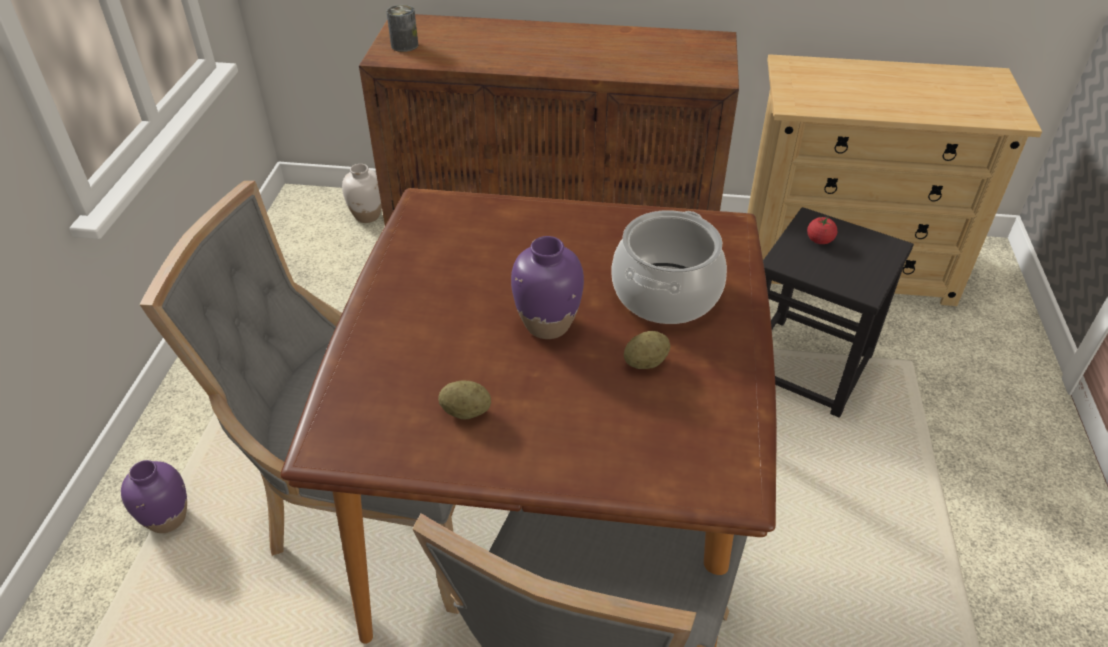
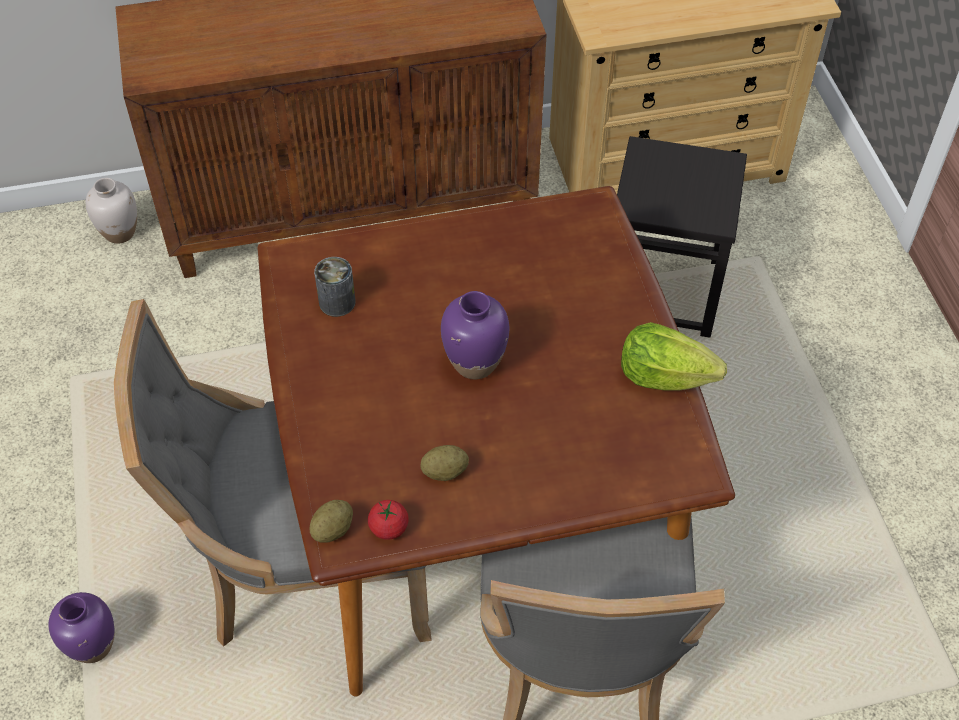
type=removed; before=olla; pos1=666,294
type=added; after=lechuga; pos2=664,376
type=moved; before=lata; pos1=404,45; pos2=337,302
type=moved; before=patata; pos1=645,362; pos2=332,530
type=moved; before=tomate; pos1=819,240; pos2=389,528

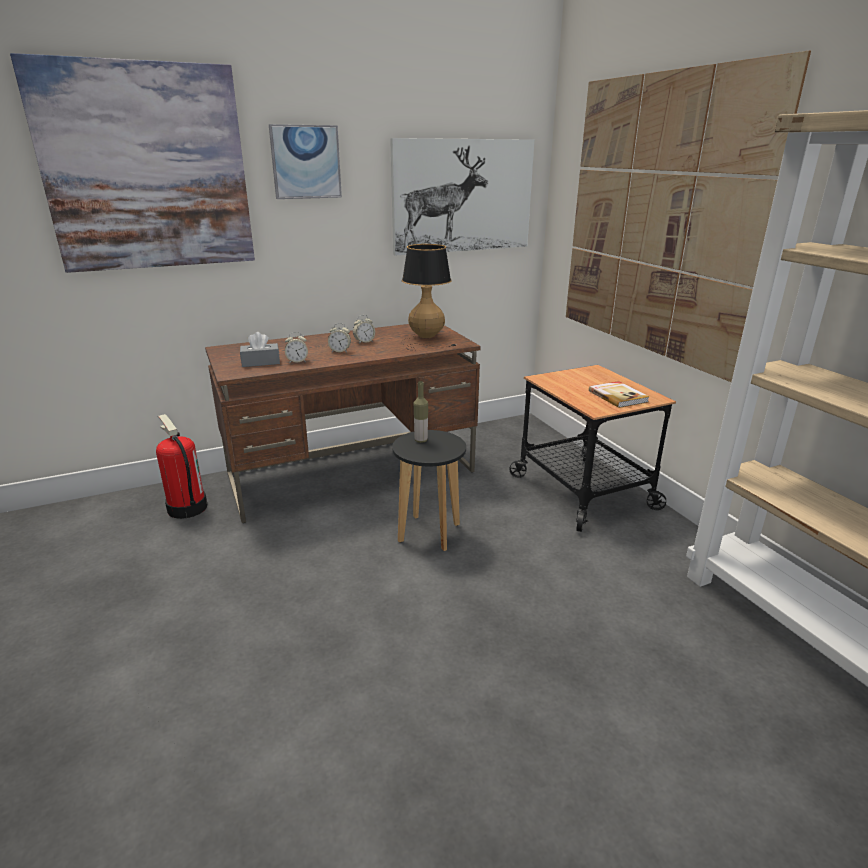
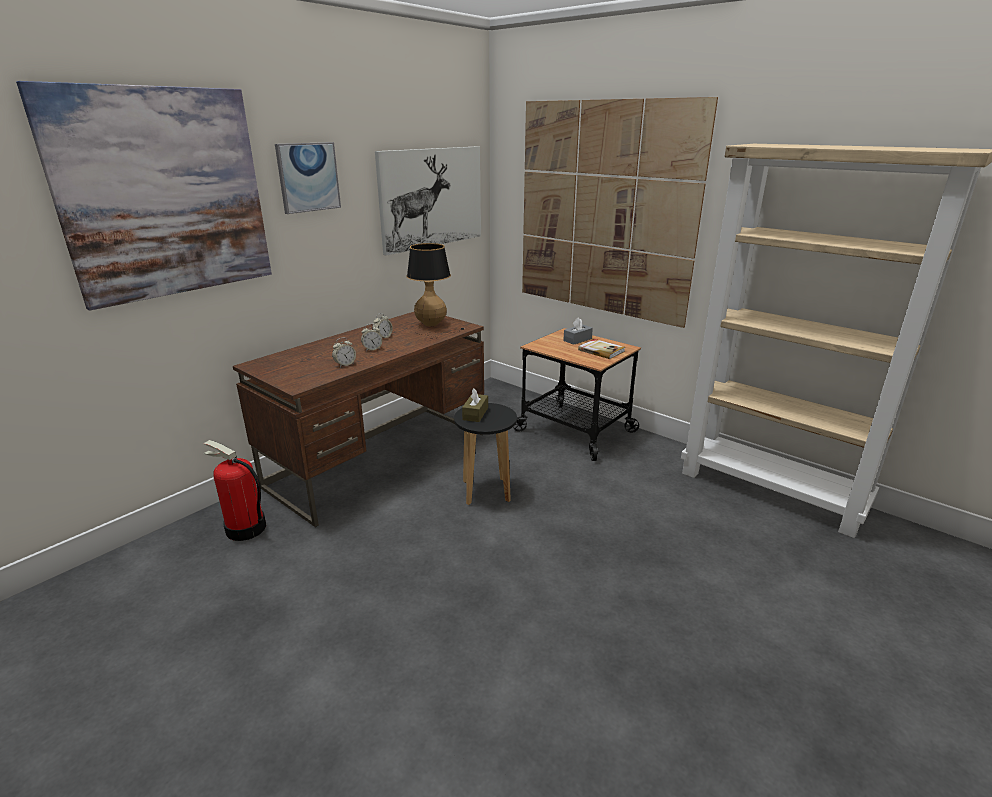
type=moved; before=caja de pañuelos (gris); pos1=261,362; pos2=577,339
type=replaced; before=botella; after=caja de pañuelos (marrón); pos1=421,440; pos2=475,414

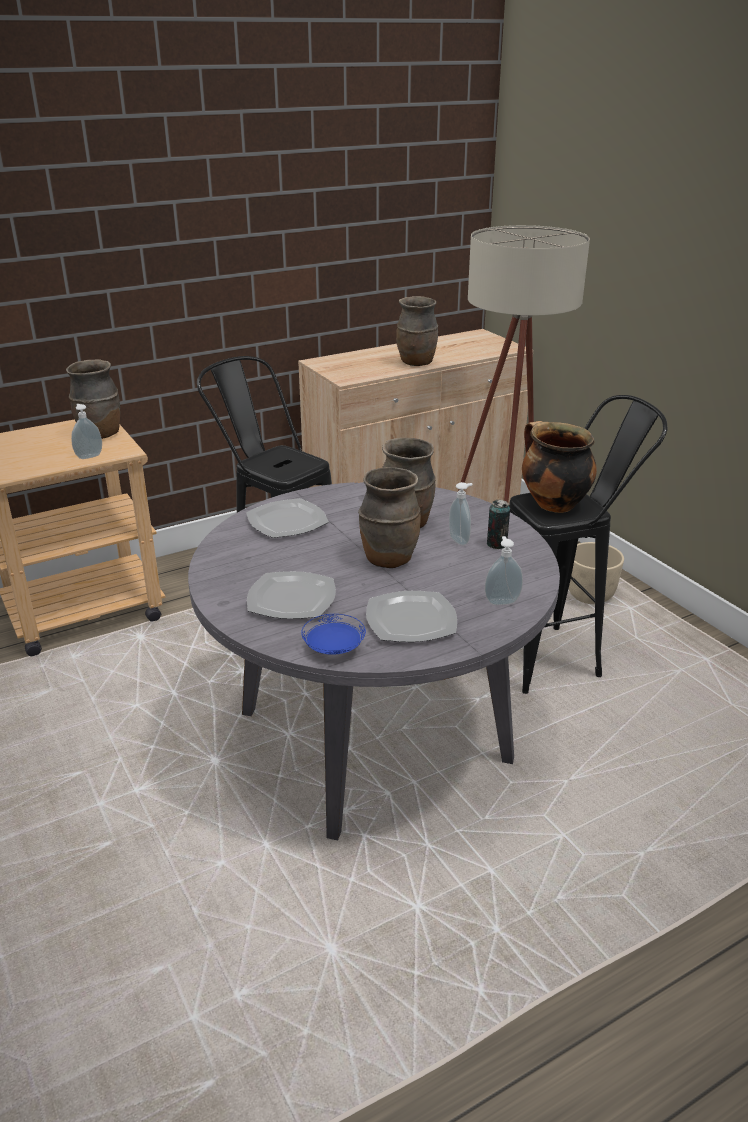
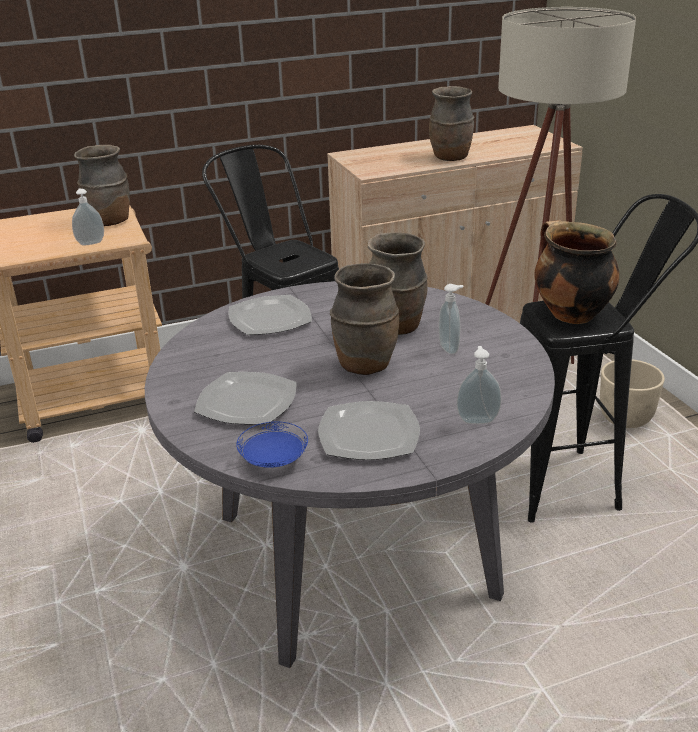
type=removed; before=lata; pos1=496,544

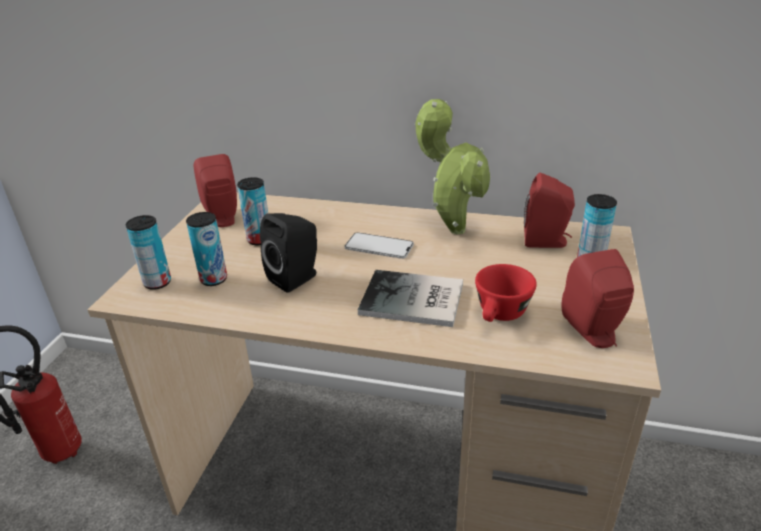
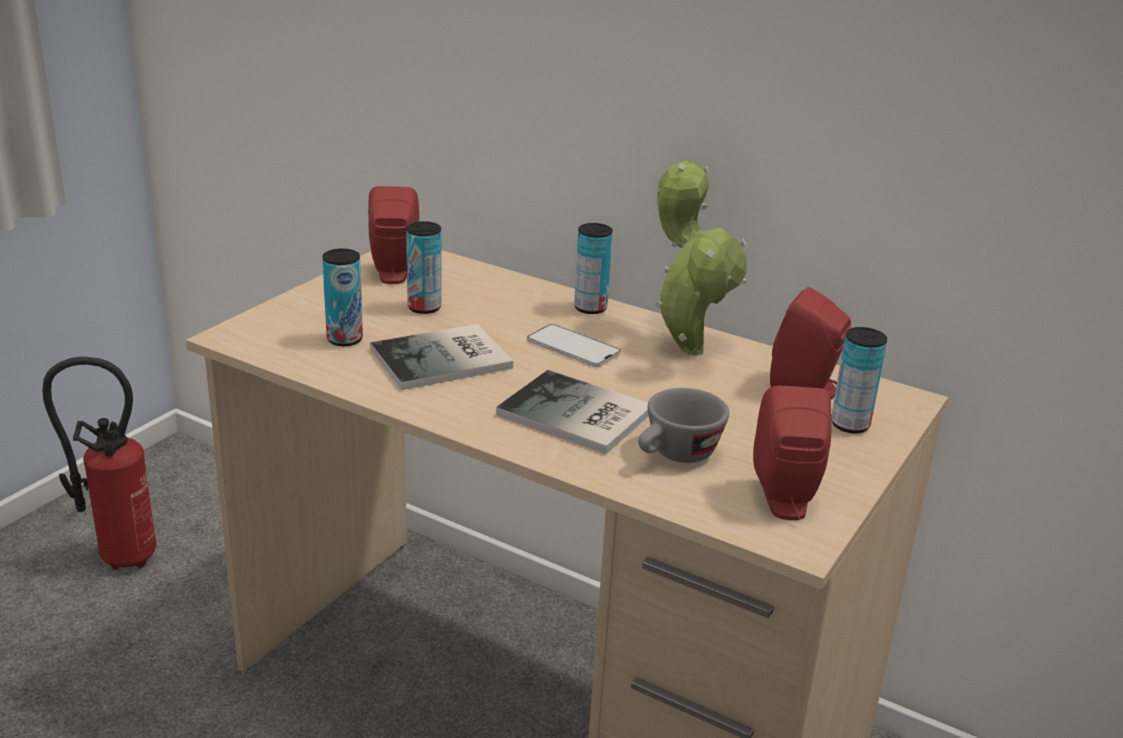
type=moved; before=lata; pos1=157,282; pos2=590,308
type=replaced; before=altavoz (negro); after=libro; pos1=297,278; pos2=446,360
type=recoloured; before=taza (rojo); after=taza (gris); pos1=500,315; pos2=676,456

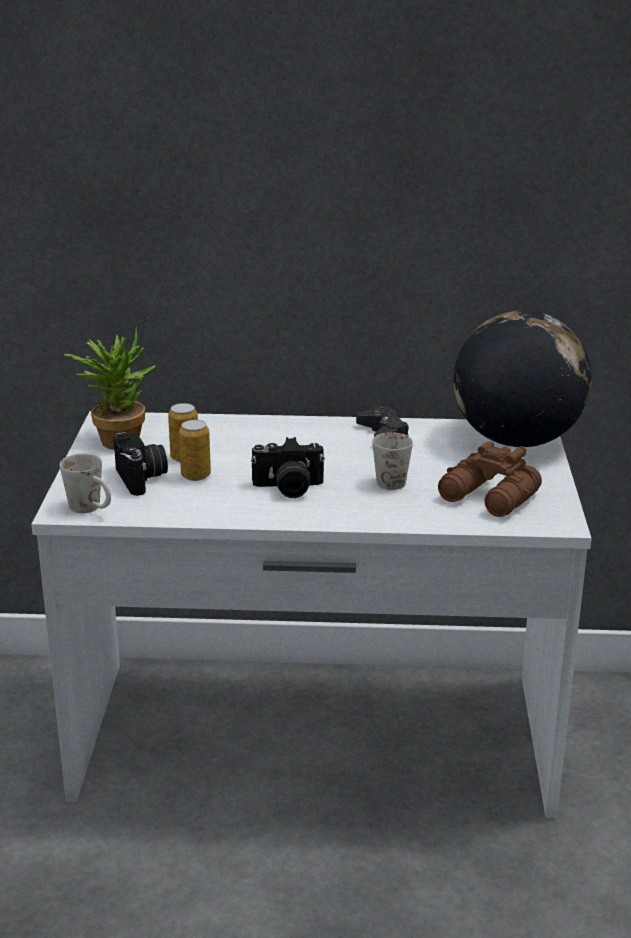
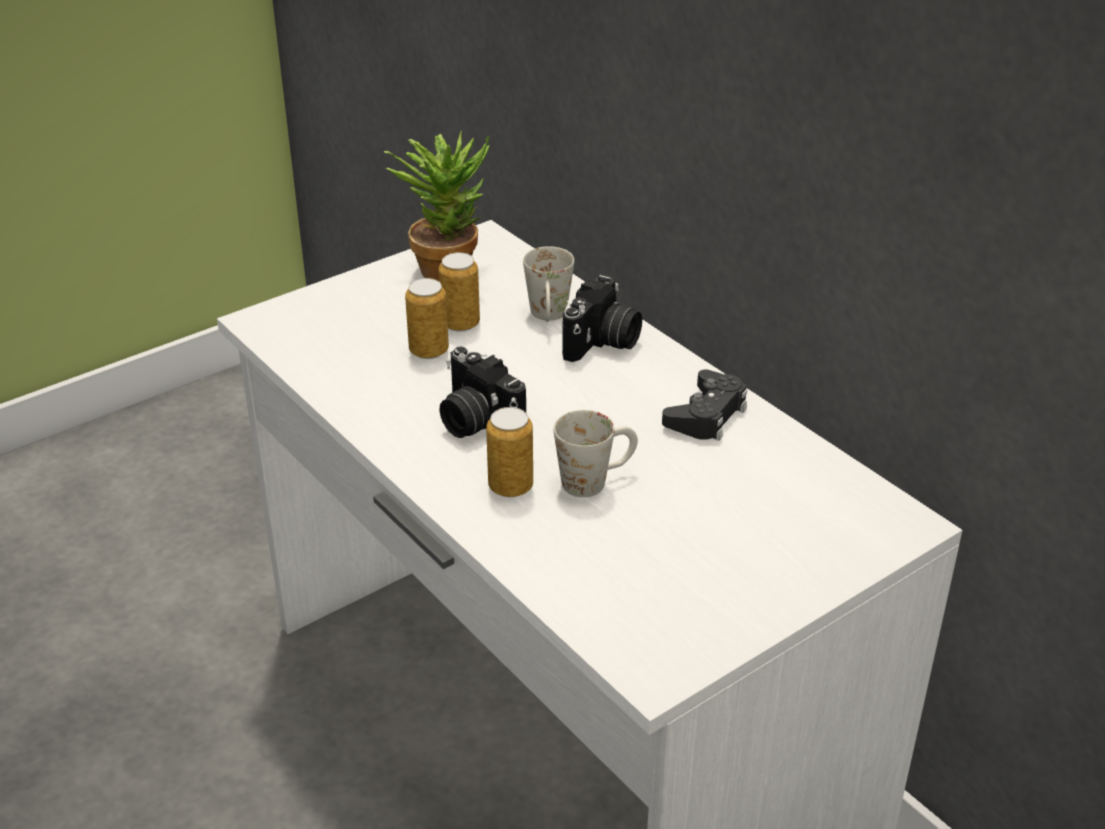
type=removed; before=prismáticos (marrón); pos1=489,498
type=removed; before=globo terráqueo; pos1=517,440
type=added; after=lata; pos2=510,486
type=moved; before=taza grande (blanco); pos1=91,509; pos2=549,318
type=moved; before=cámara; pos1=142,478; pos2=603,343

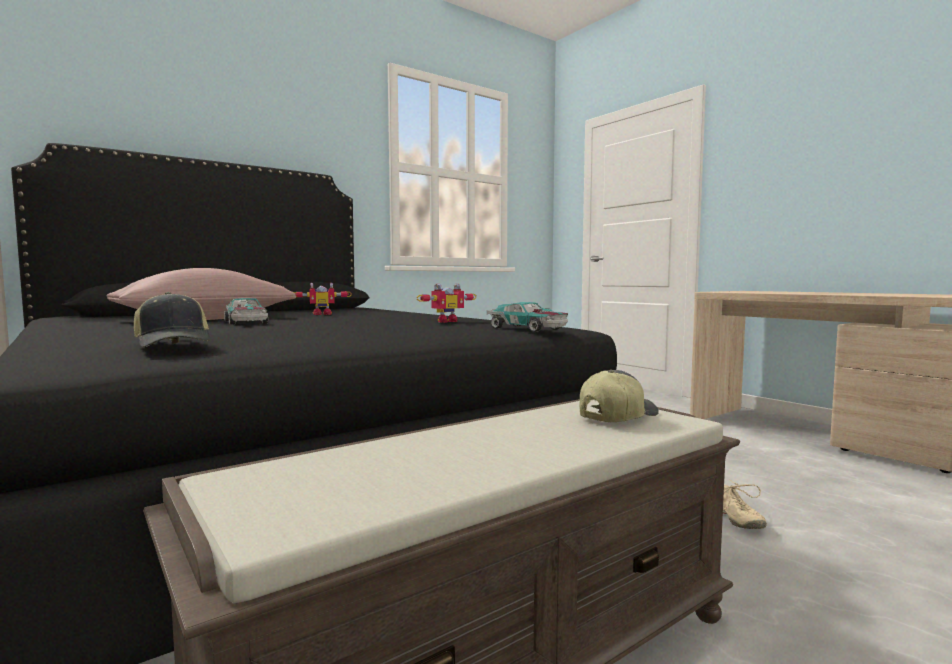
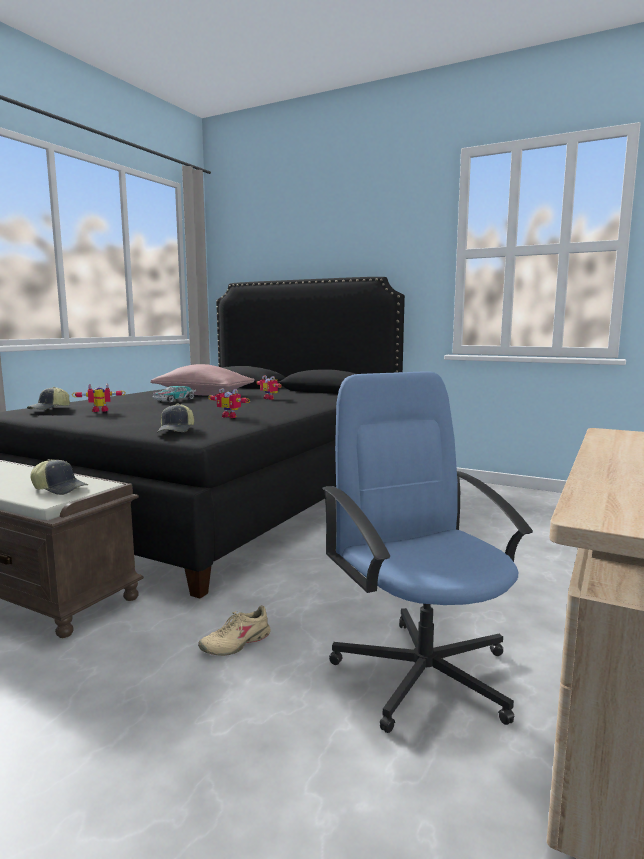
type=added; after=robot de juguete; pos2=100,411
type=added; after=silla de oficina (azul); pos2=423,672
type=replaced; before=coche de juguete; after=gorra; pos1=527,329; pos2=177,430

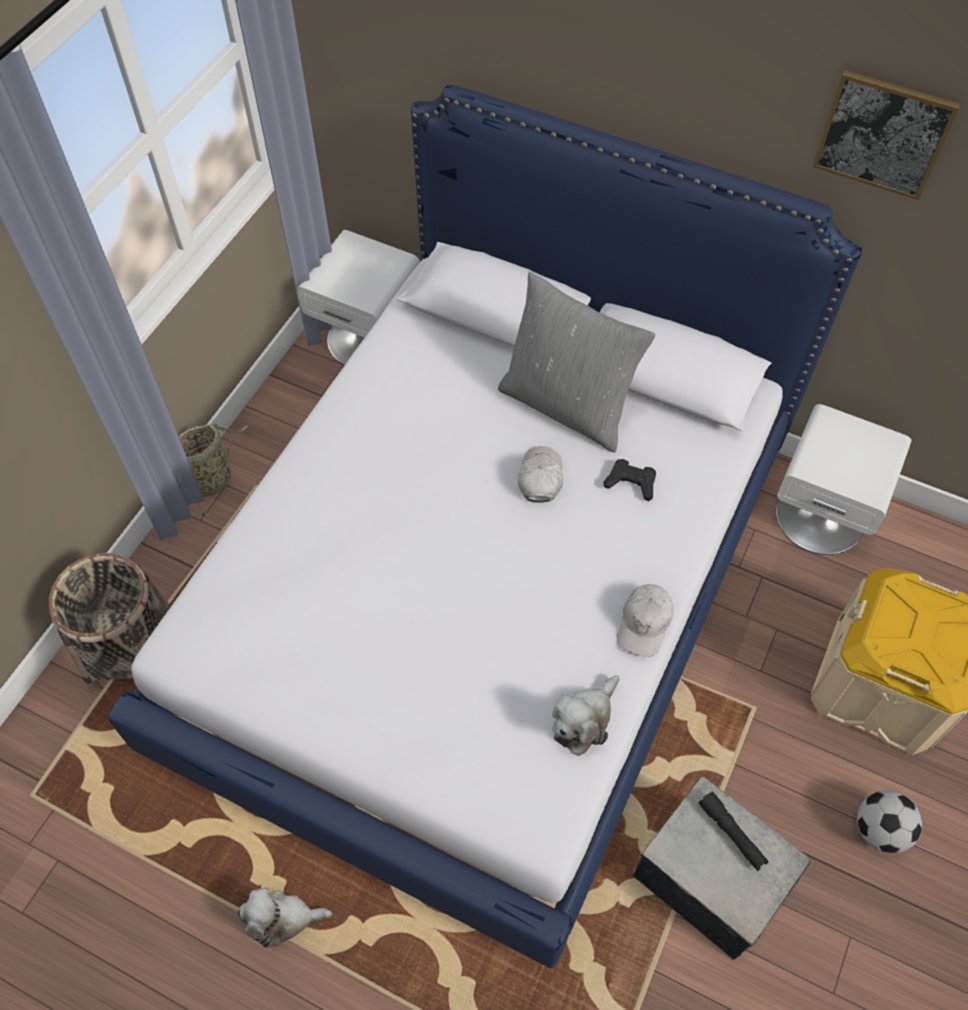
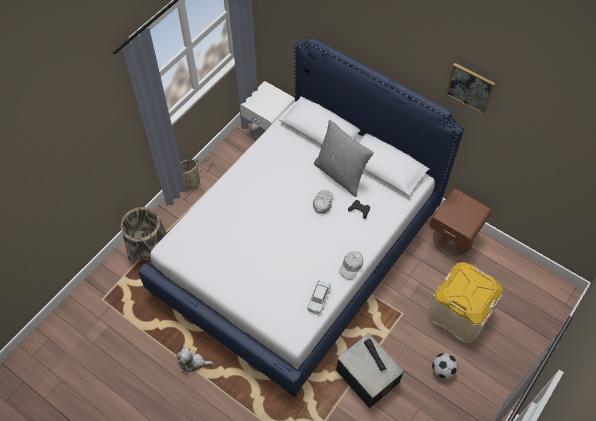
type=replaced; before=peluche; after=coche de juguete (blanco); pos1=583,720; pos2=319,299
type=recoloured; before=mesita de noche (blanco); after=mesita de noche (marrón); pos1=820,515; pos2=453,237

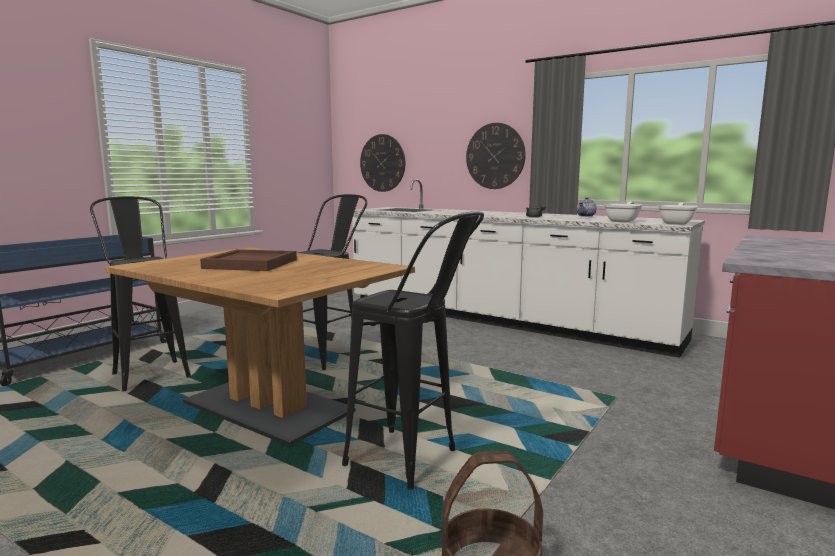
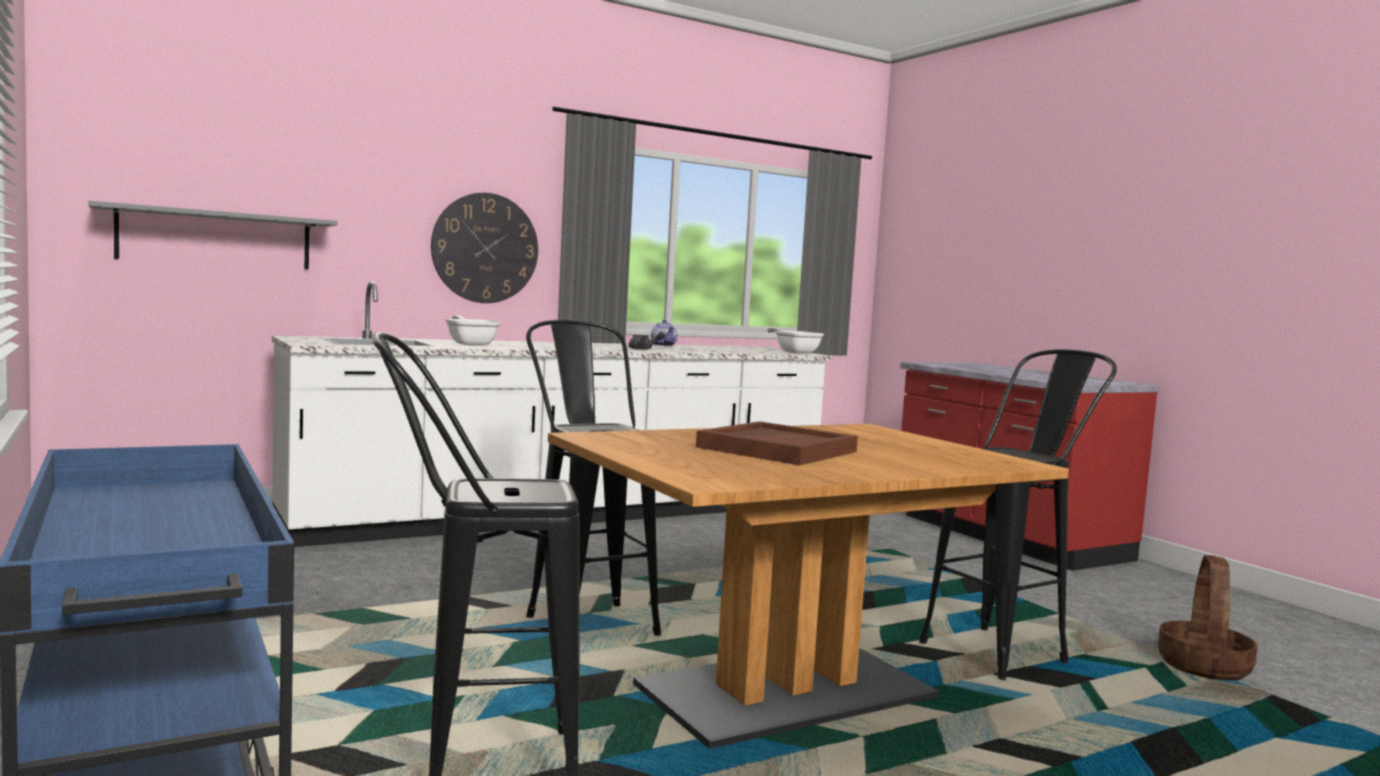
type=moved; before=sartén; pos1=623,221; pos2=470,344
type=replaced; before=reloj de pared; after=estante (gris); pos1=382,163; pos2=215,238

